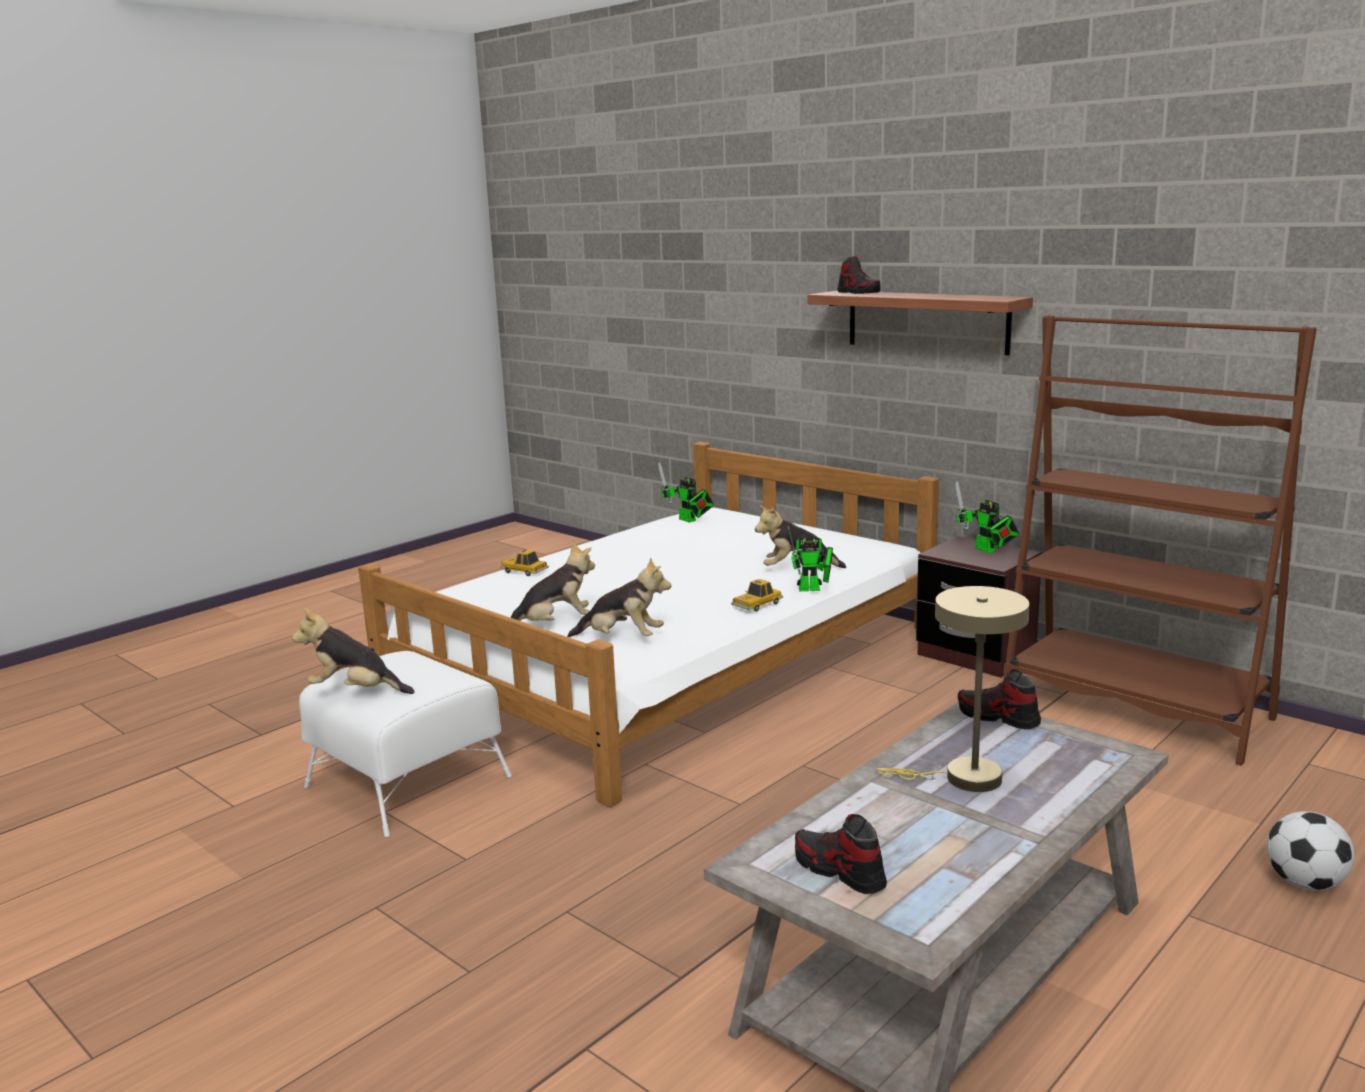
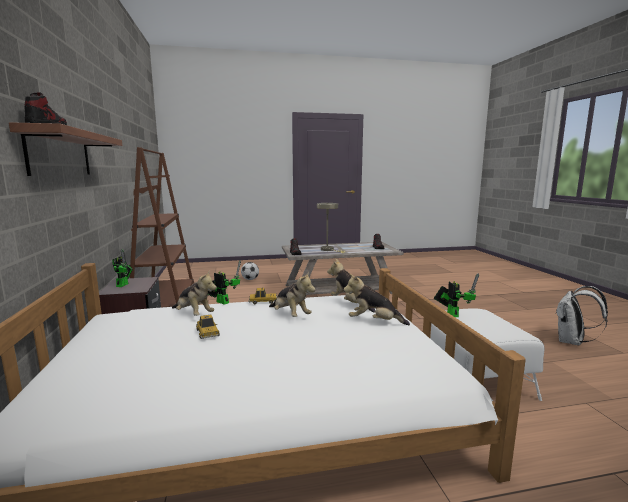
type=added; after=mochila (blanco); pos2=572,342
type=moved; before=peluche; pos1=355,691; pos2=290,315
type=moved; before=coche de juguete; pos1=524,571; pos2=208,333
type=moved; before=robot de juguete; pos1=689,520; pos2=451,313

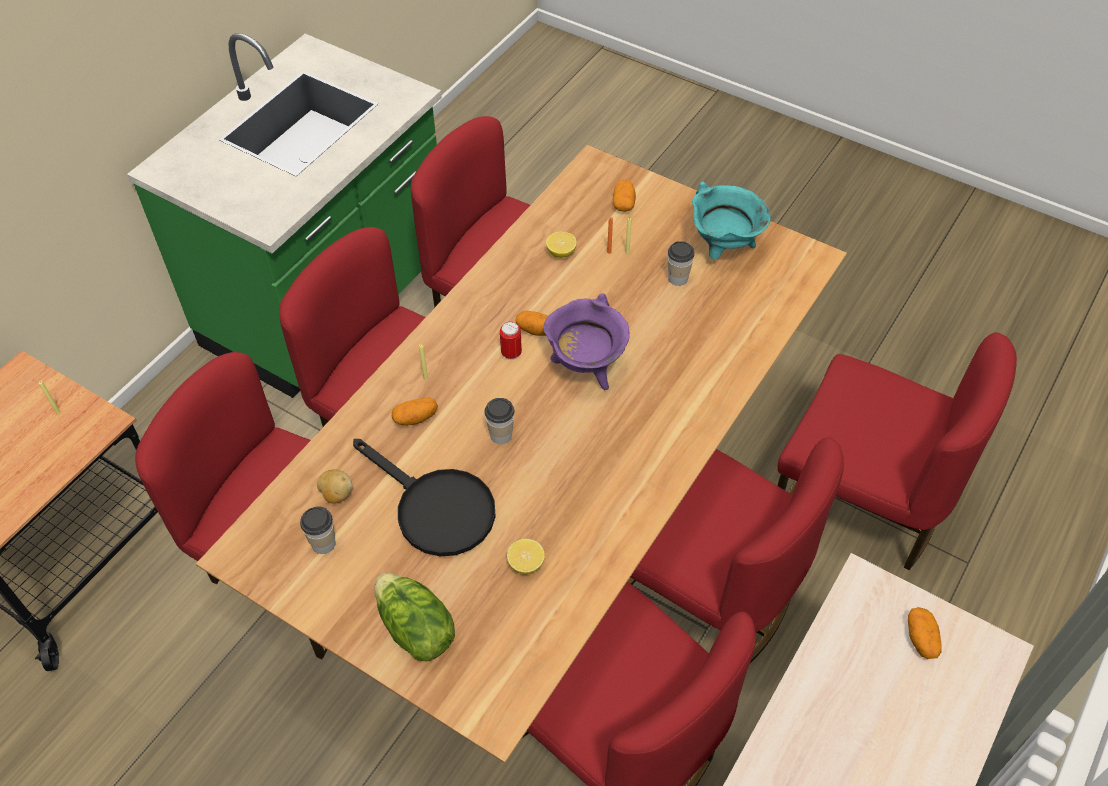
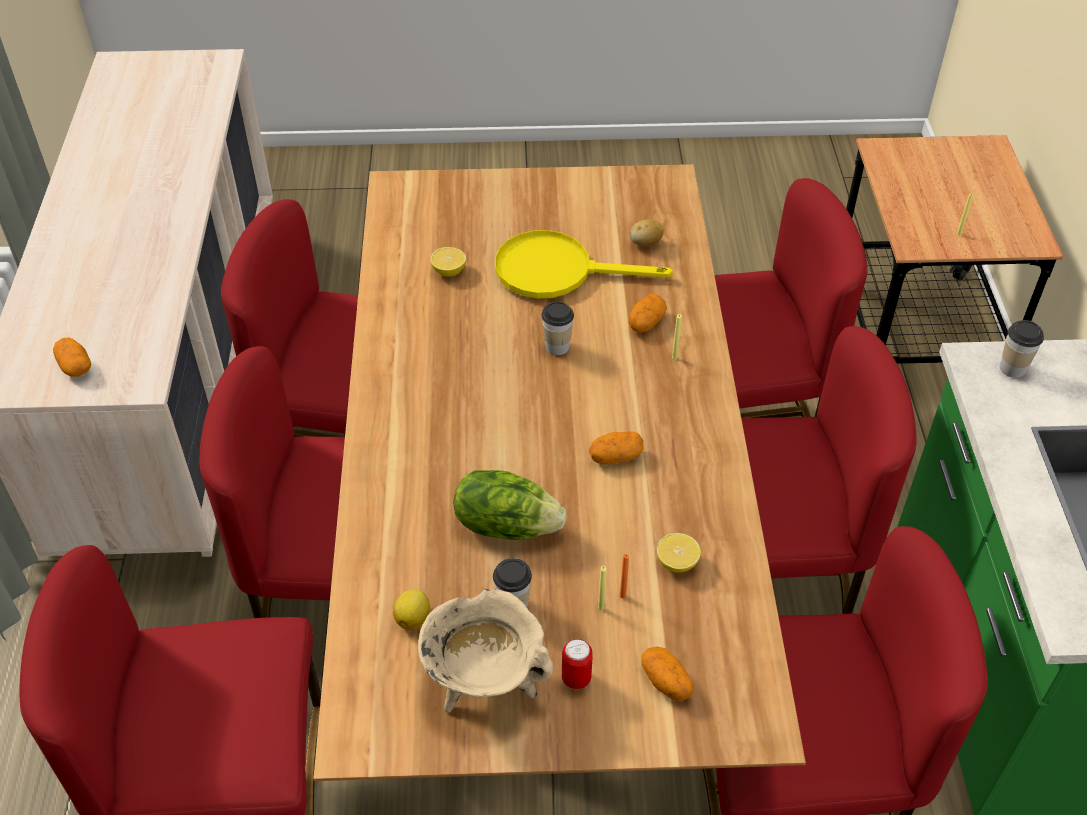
type=removed; before=olla (morado); pos1=586,368
type=added; after=limón; pos2=413,618
type=moved; before=taza; pos1=323,543; pos2=1012,368
type=moved; before=lechuga; pos1=415,630; pos2=506,524
type=moved; before=lata; pos1=511,353; pos2=576,679
type=recoloured; before=sartén (negro); after=sartén (amarillo); pos1=435,508; pos2=557,271
type=recoloured; before=olla (turquesa); after=olla (beis); pos1=723,248; pos2=485,684

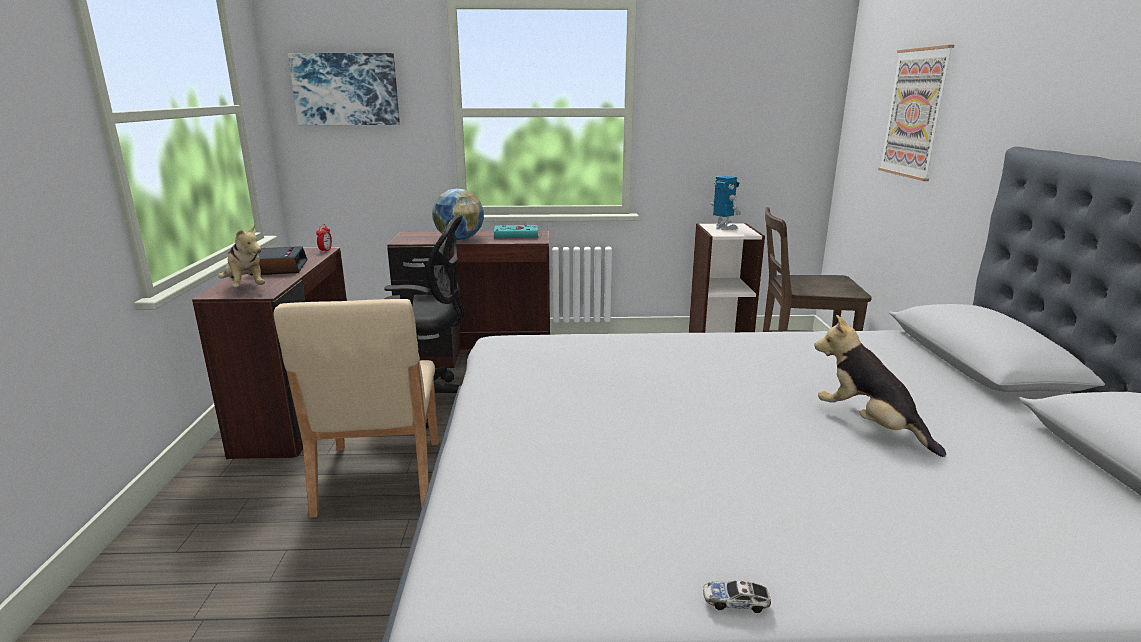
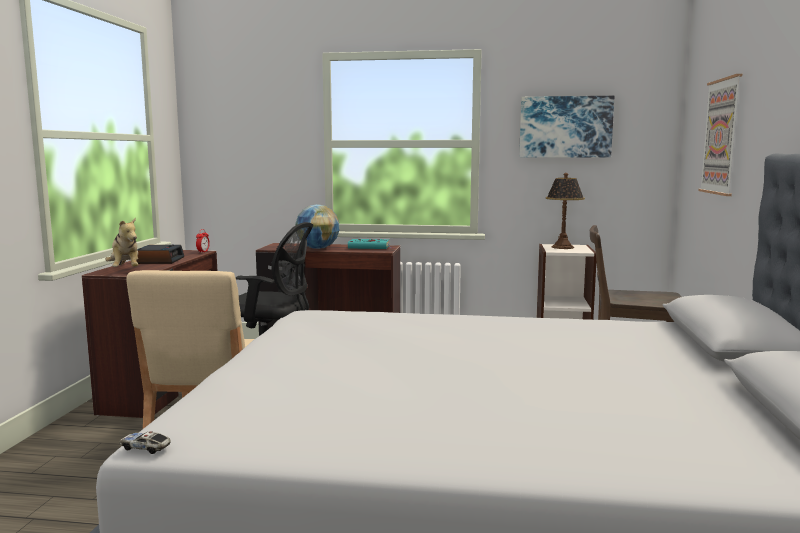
type=removed; before=peluche; pos1=869,426
type=moved; before=cuadro; pos1=346,89; pos2=565,127
type=moved; before=coche de juguete; pos1=735,602; pos2=145,448
type=replaced; before=robot de juguete; after=lámpara de mesa; pos1=724,228; pos2=562,247

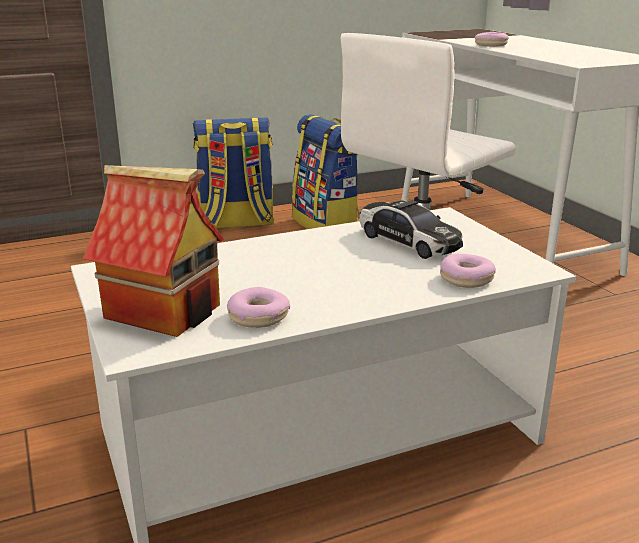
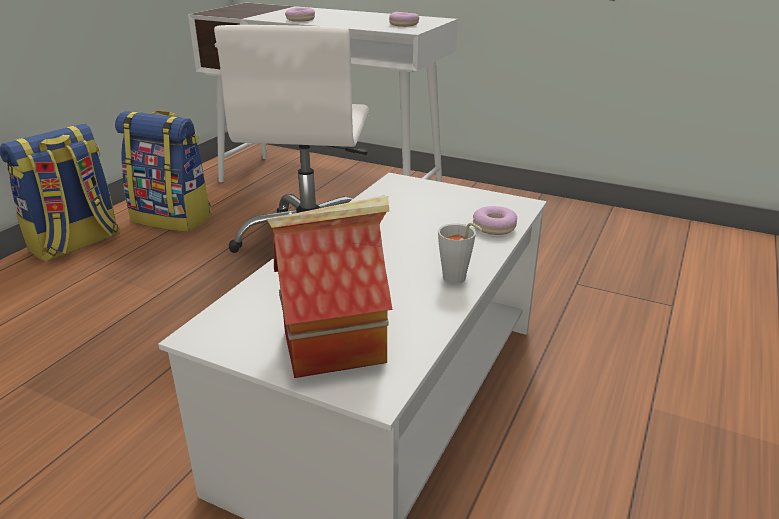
type=removed; before=coche de juguete; pos1=408,241
type=added; after=taza (gris); pos2=457,280
type=moved; before=rosquilla; pos1=258,317; pos2=404,24

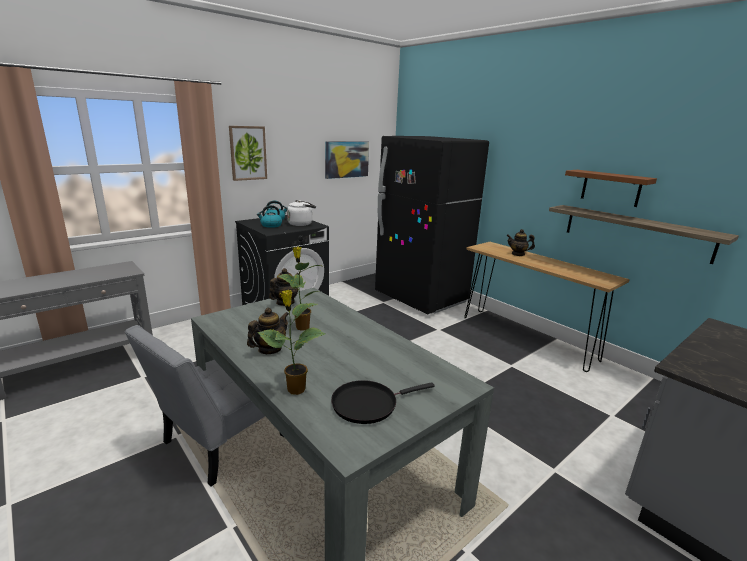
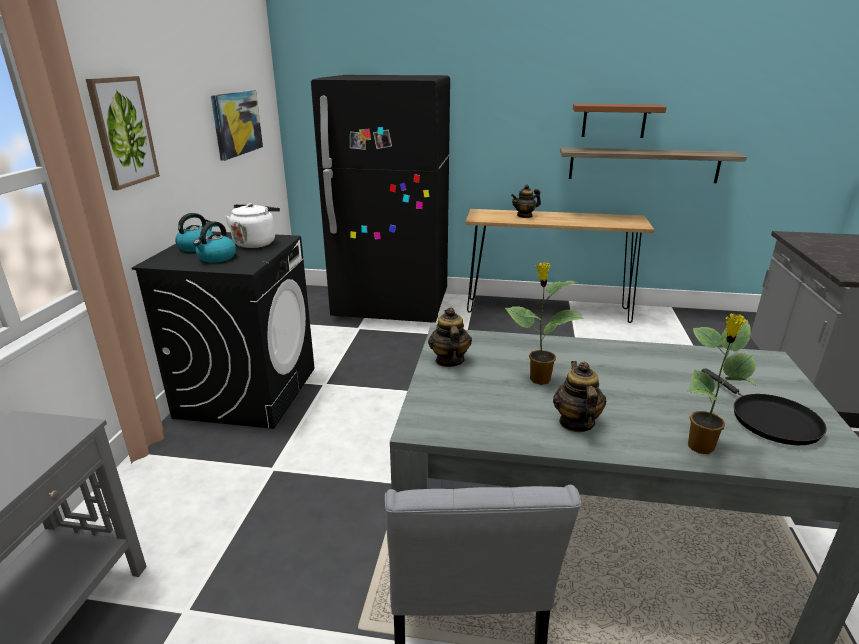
type=turned; before=sartén (negro); pos1=368,404; pos2=769,420; turn=-45

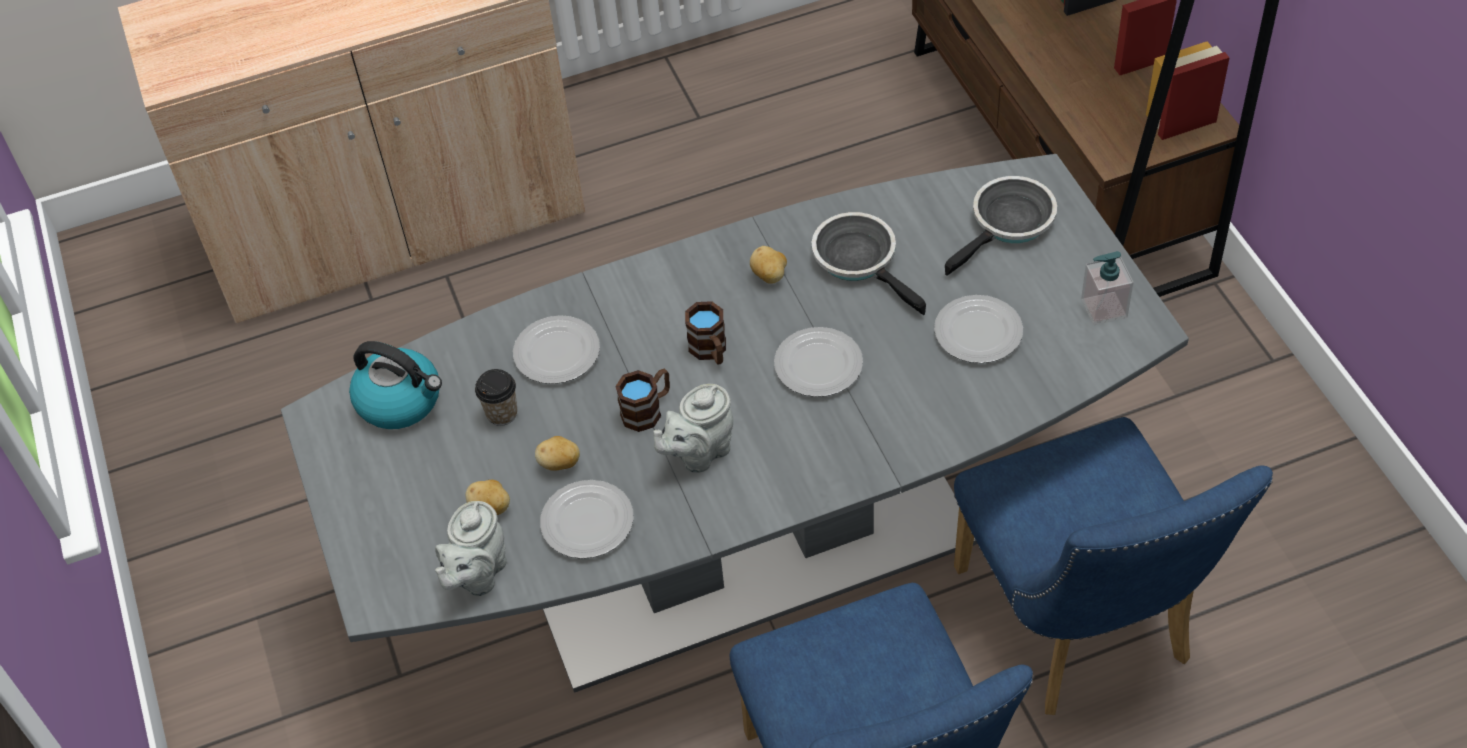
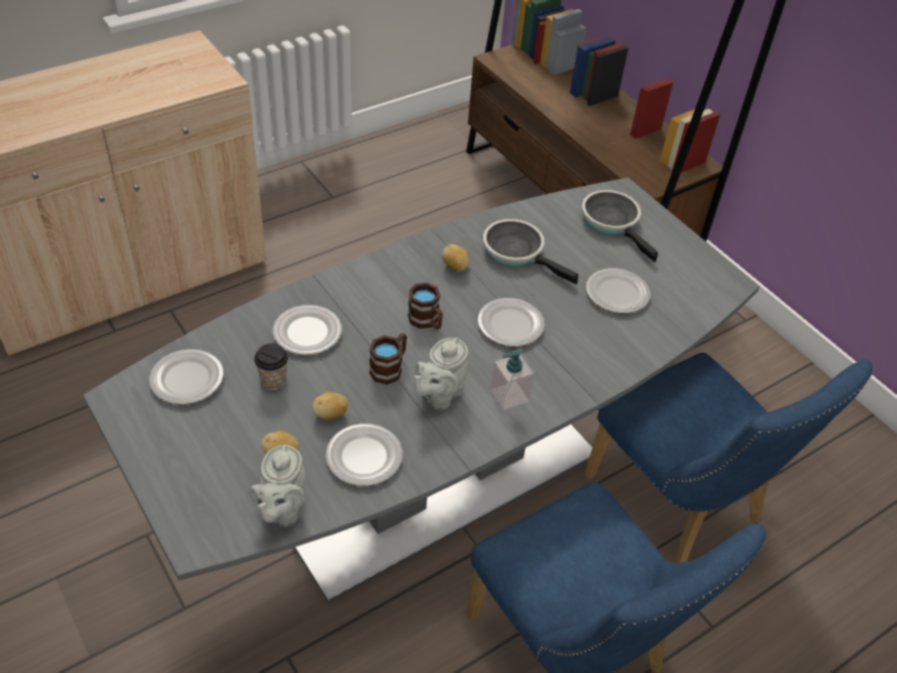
type=moved; before=dispensador de jabón; pos1=1103,308; pos2=509,395
type=replaced; before=hervidor; after=plato; pos1=401,401; pos2=187,379
type=turned; before=sartén; pos1=1009,224; pos2=613,222; turn=-60

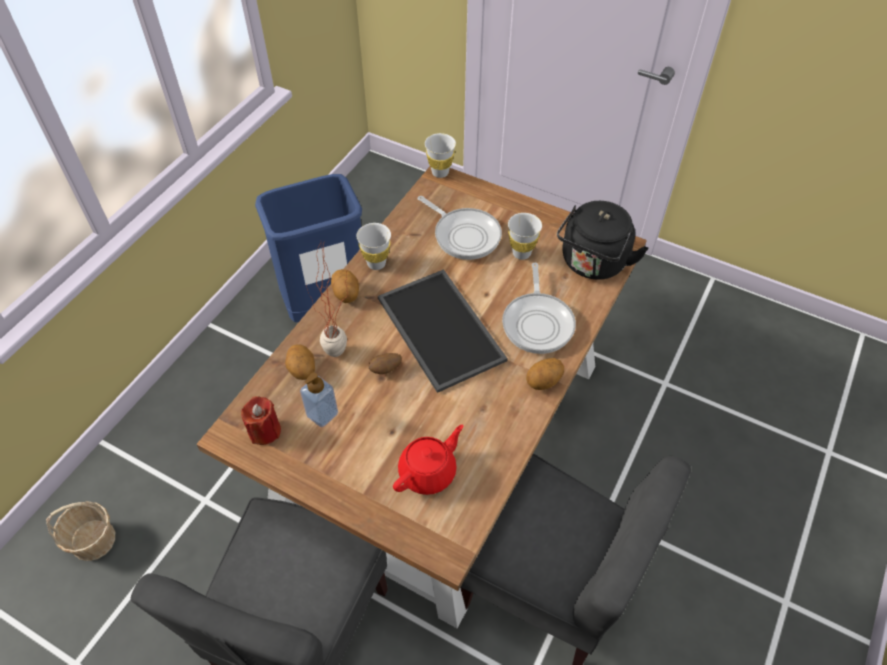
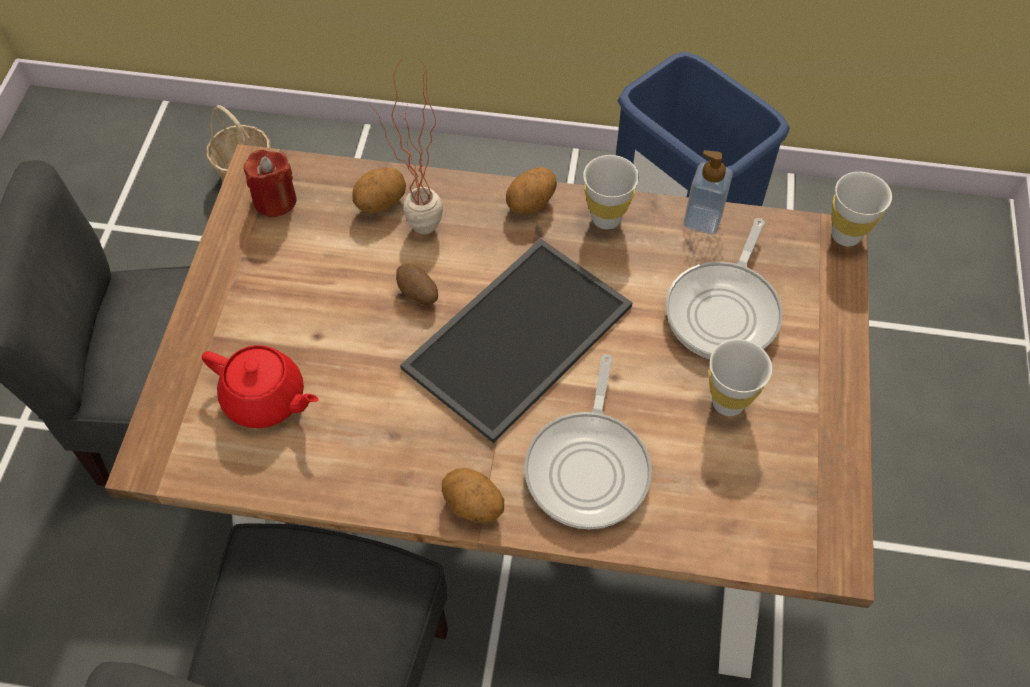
type=removed; before=hervidor (negro); pos1=592,264
type=moved; before=dispensador de jabón; pos1=322,414; pos2=702,220
type=turned; before=sartén; pos1=538,322; pos2=589,466; turn=-60

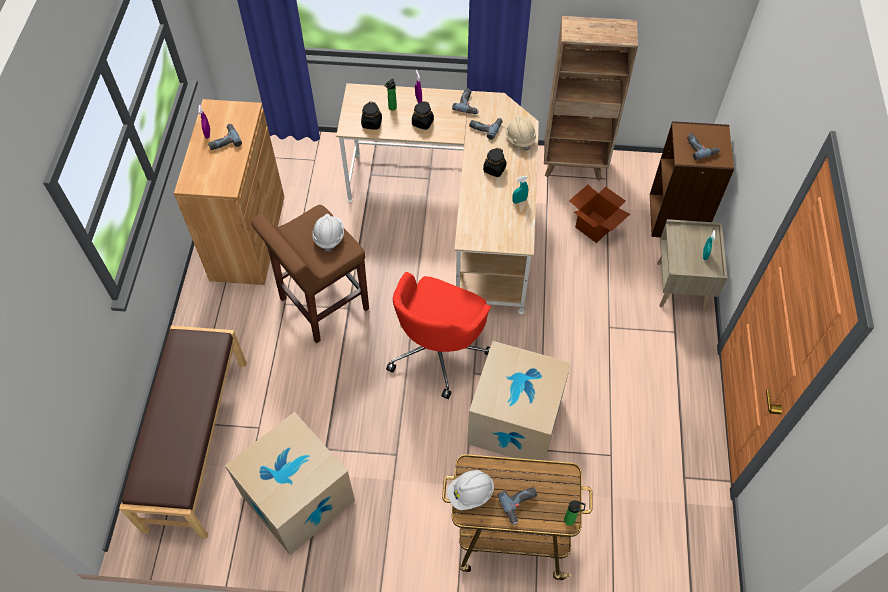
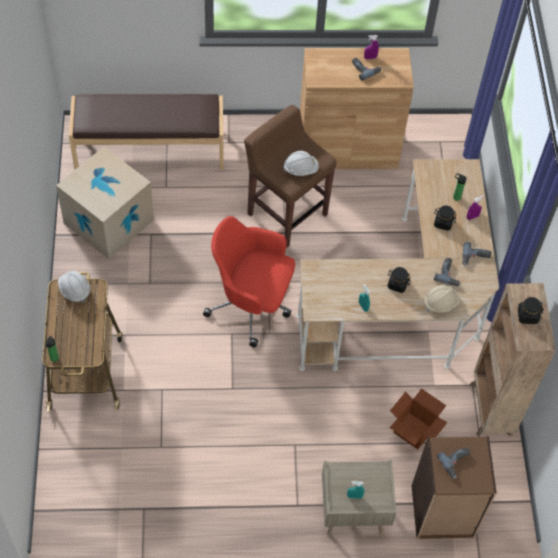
type=removed; before=caja de cartón; pos1=515,420
type=removed; before=taladro; pos1=520,505
type=moved; before=tarro (negro); pos1=372,123; pos2=527,316

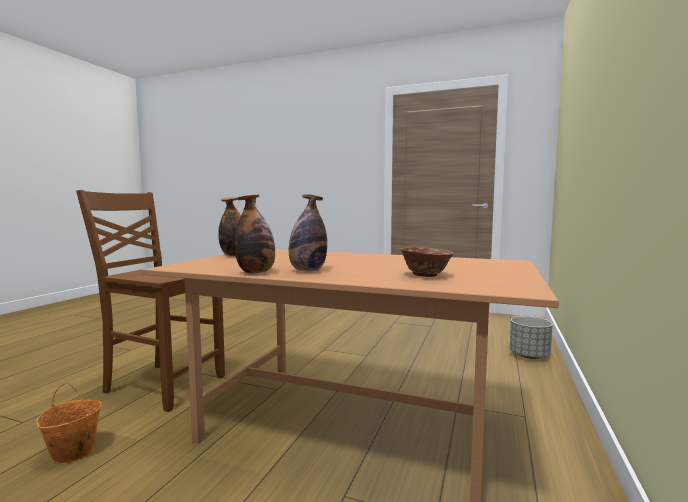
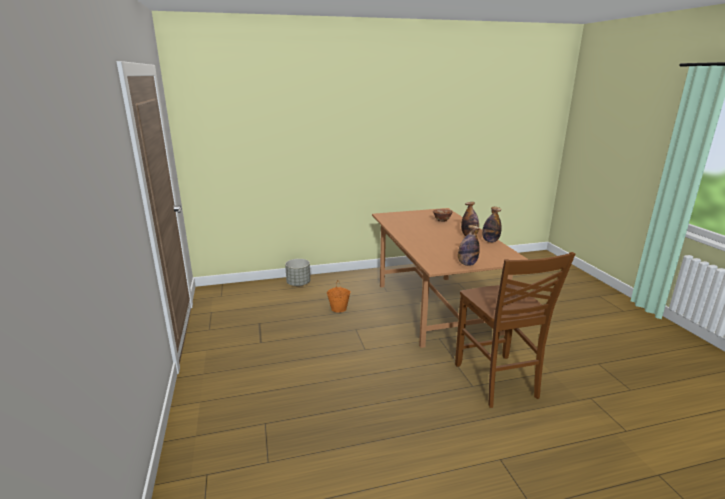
type=moved; before=cubo (naranja); pos1=72,453; pos2=339,309

